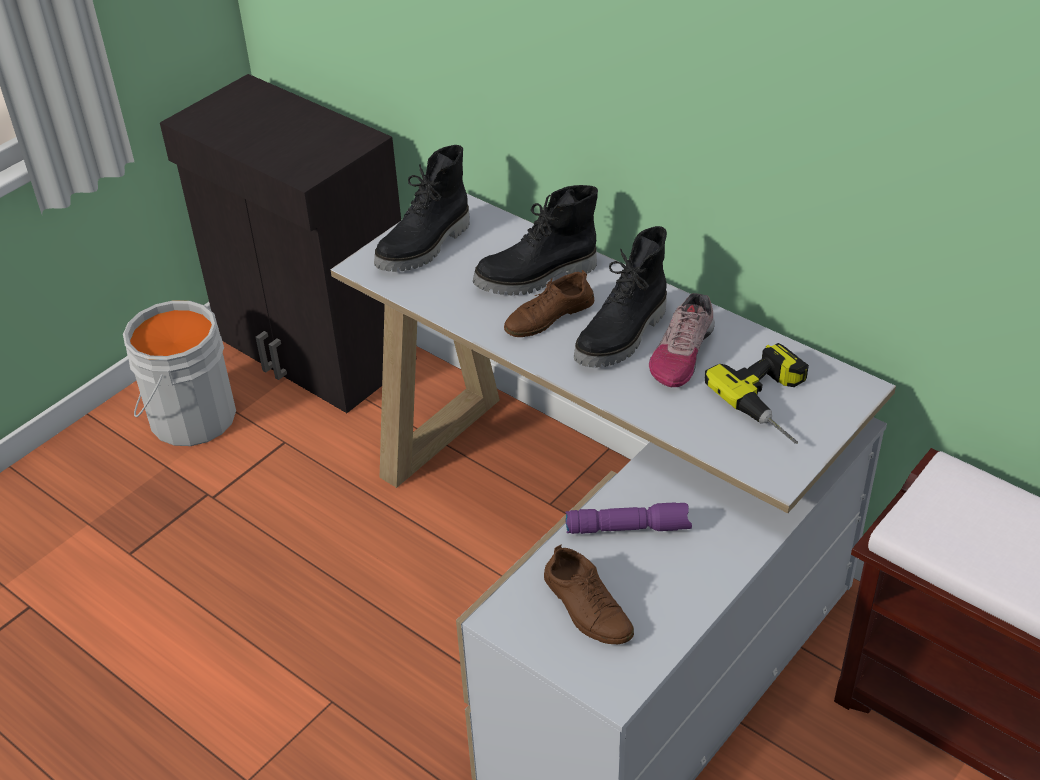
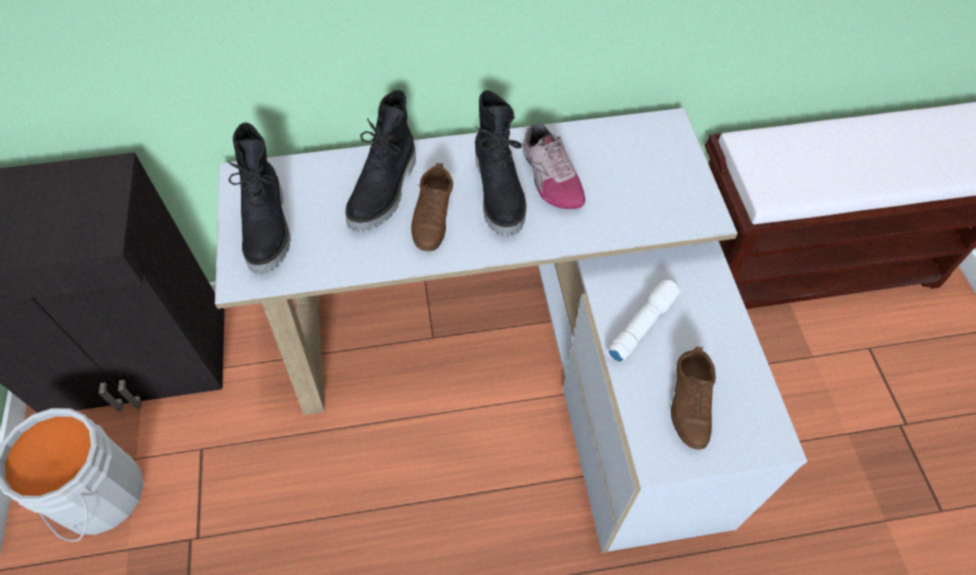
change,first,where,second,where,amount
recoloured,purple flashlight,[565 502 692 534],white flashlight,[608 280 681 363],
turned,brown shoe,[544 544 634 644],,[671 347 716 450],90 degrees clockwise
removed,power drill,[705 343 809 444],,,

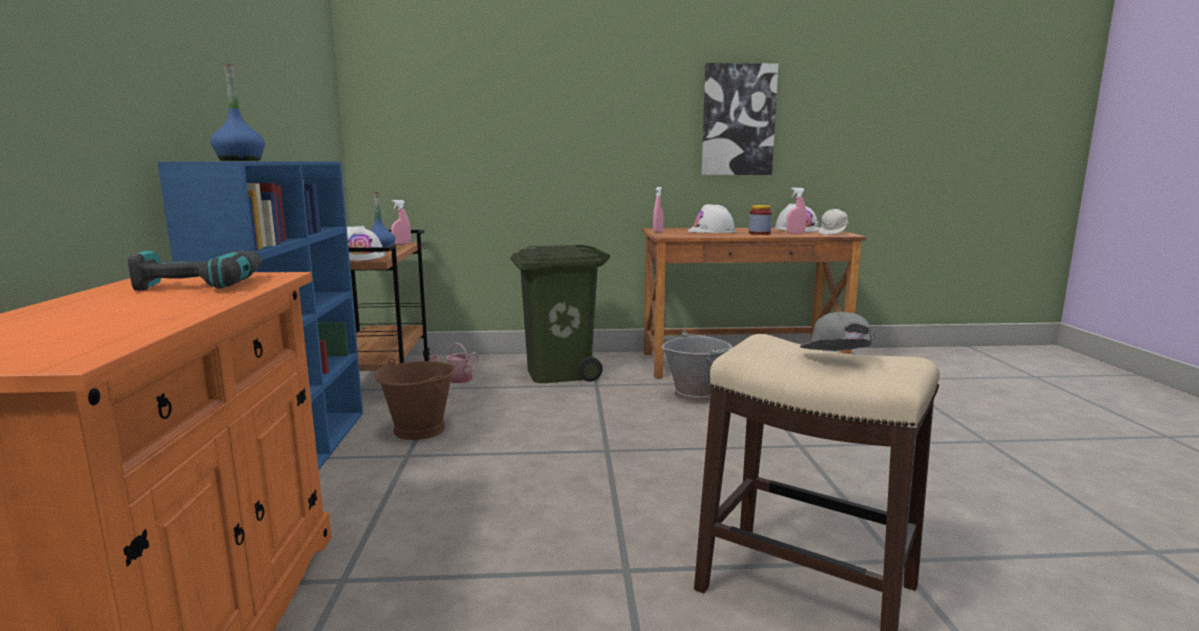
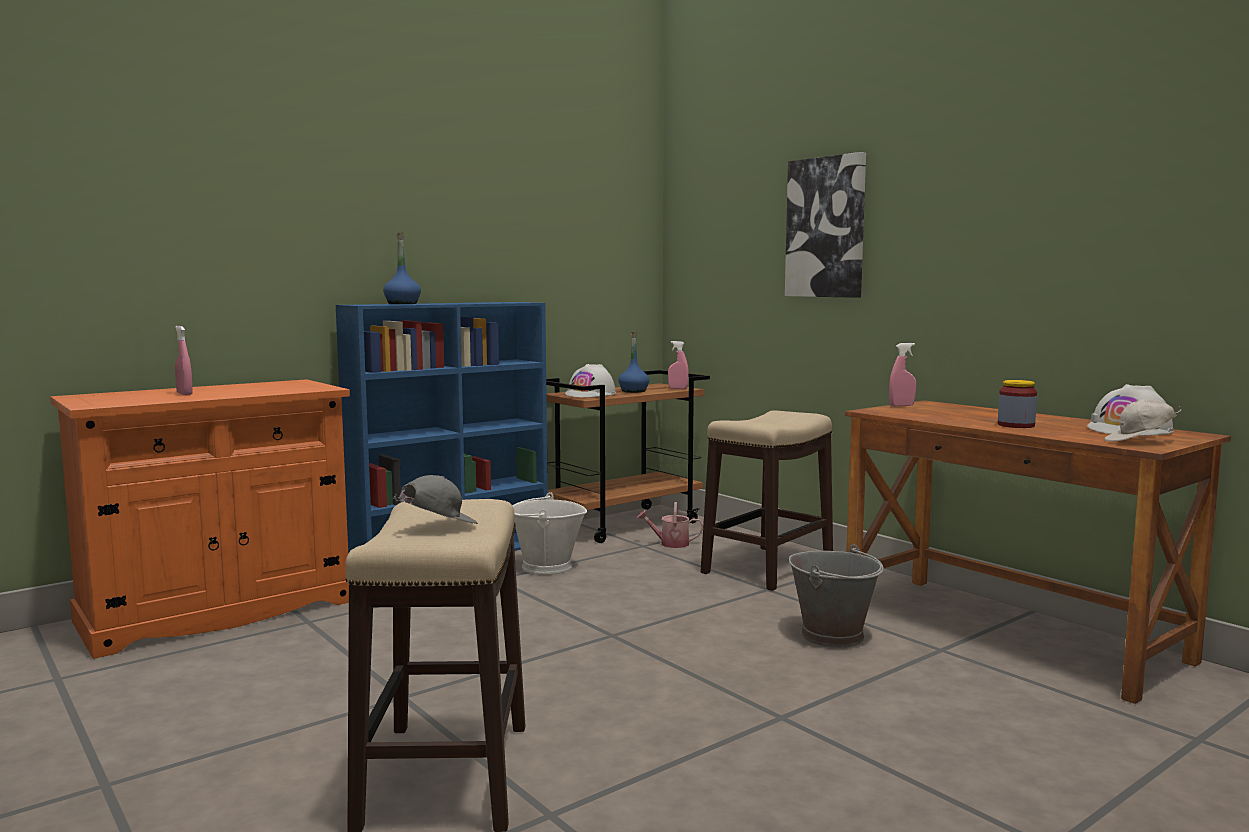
change,first,where,second,where,amount
moved,pink spray bottle,[786 187 806 234],,[175 326 193 395],
recoloured,brown bucket,[375 358 455 440],white bucket,[512 492 587 575],
replaced,green trash can,[511 245 610 383],stool,[700 410 833 591],
moved,picture,[702 63 779 175],,[785 152 866 298],
removed,power drill,[128 250 262 291],,,
removed,white hard hat,[688 204 736 233],,,

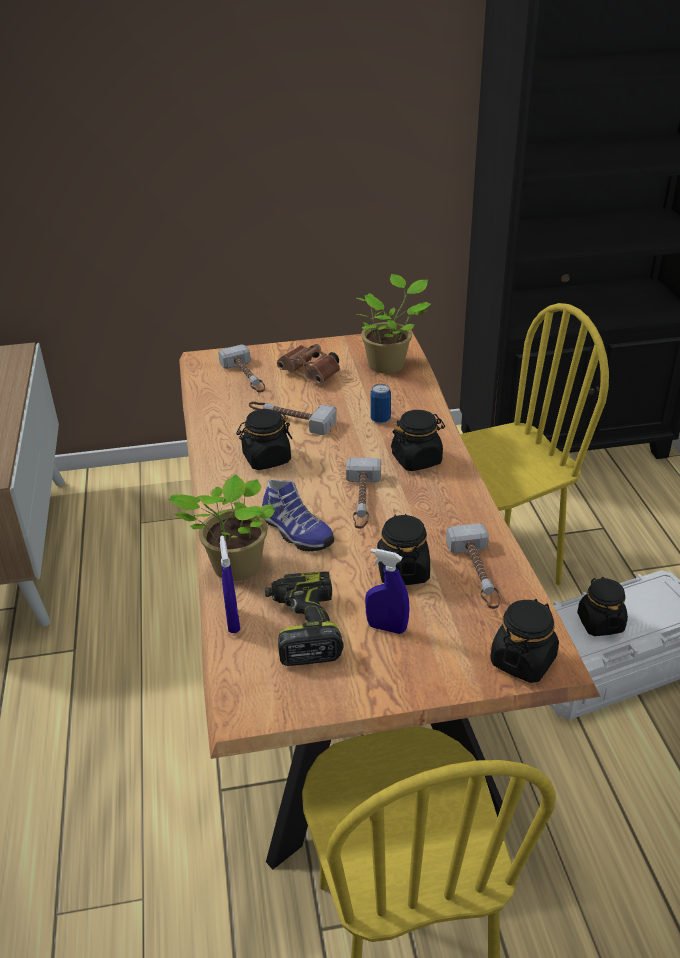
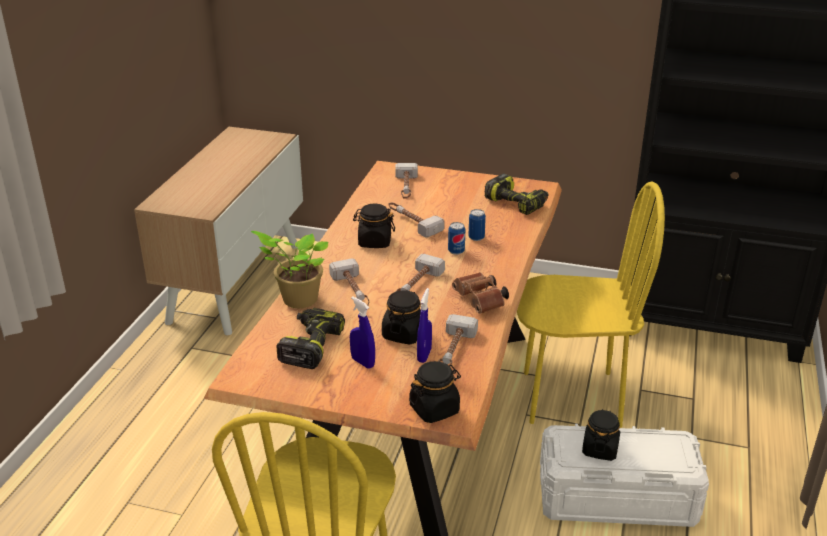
change,first,where,second,where,amount
replaced,shoe,[261 479 334 551],hammer,[329 259 369 306],
moved,blue spray bottle,[220 536 240 633],,[417 288 432 363],
added,,,can,[448 222 465 255],
moved,brown binoculars,[277 344 340 384],,[452 272 509 314],
replaced,potted plant,[356 274 431 374],power drill,[485 174 549 215],
removed,black jar,[391 410 445 471],,,

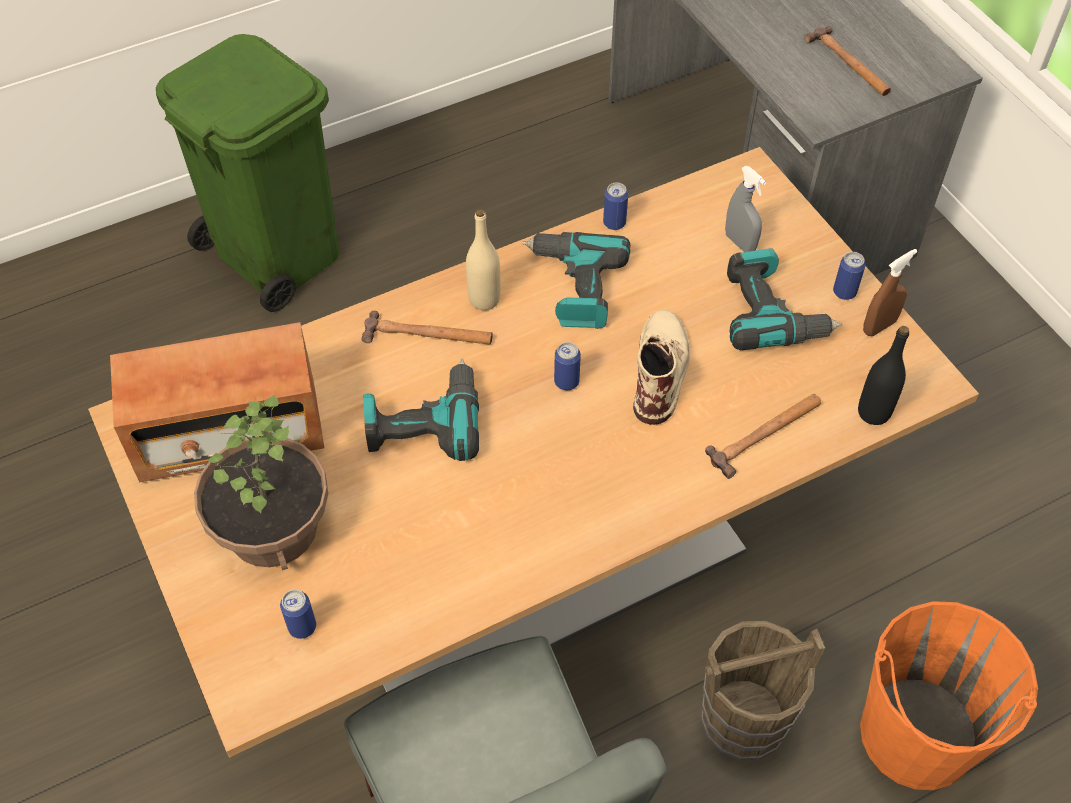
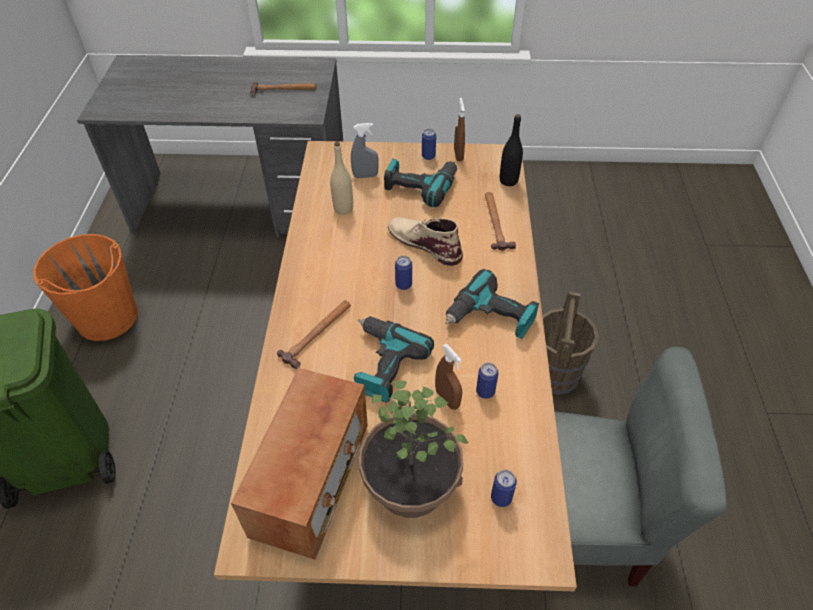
change,first,where,second,where,amount
moved,orange bucket,[860 601 1038 790],,[33 234 138 341],
moved,beige bottle,[466 209 500 310],,[330 142 353 215],
added,,,brown spray bottle,[435 344 462 410],
moved,power drill,[522 232 630 329],,[445 269 539 339],
moved,can,[603 182 628 230],,[476 363 499 399],

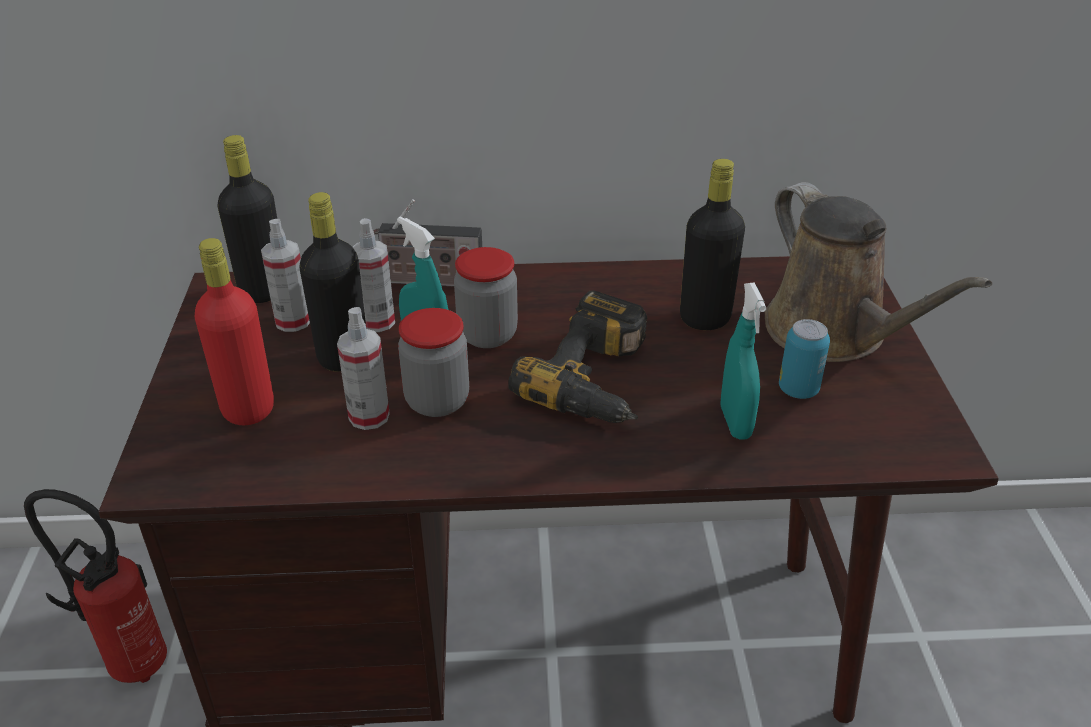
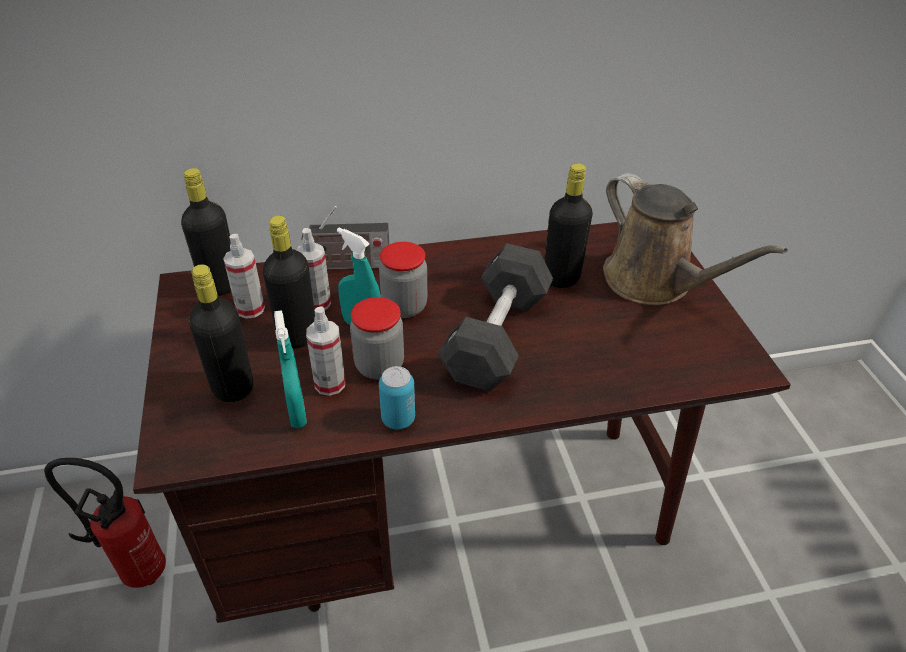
change,first,where,second,where,amount
recoloured,red bottle,[195 238 274 425],black bottle,[189 264 253 402],
moved,turquoise spray bottle,[720 282 766 440],,[274 310 307 428],
moved,can,[779 319 830 399],,[379 366 415 430],
replaced,power drill,[508 290 647 423],black dumbbell,[438 243 553 392],

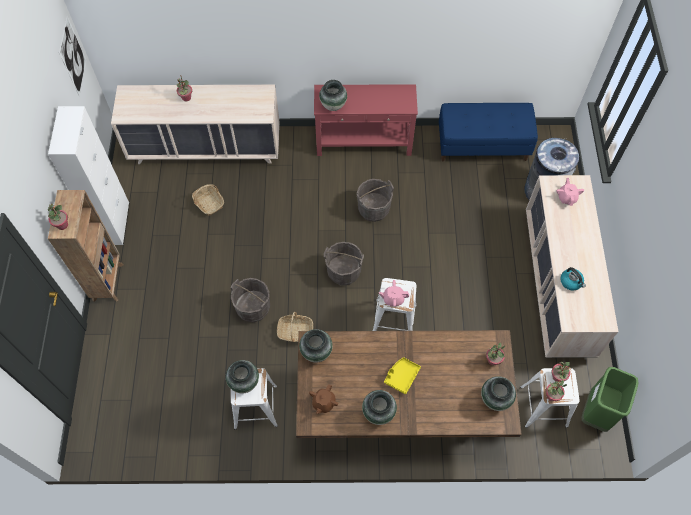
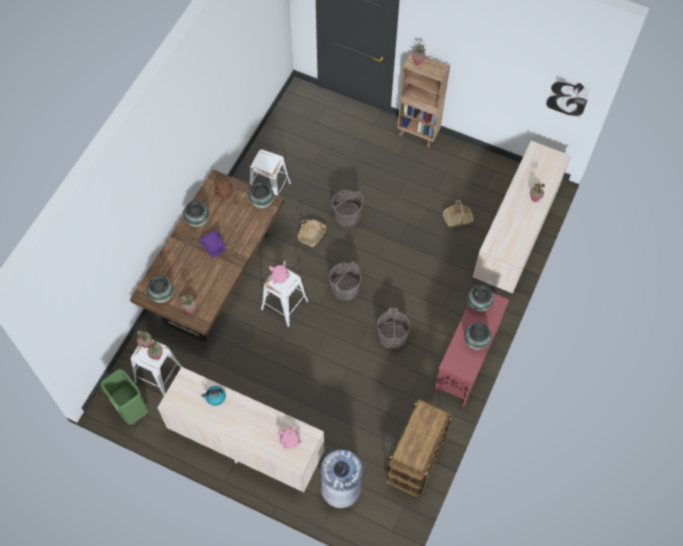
change,first,where,second,where,amount
recoloured,yellow tray,[384 357 421 394],purple tray,[199 230 225 259],
replaced,blue bench,[439 103 538 161],brown cart,[386 399 452 497],
moved,vase,[226 360 259 393],,[464 323 491 350],
removed,white cabinet,[48 106 129 245],,,

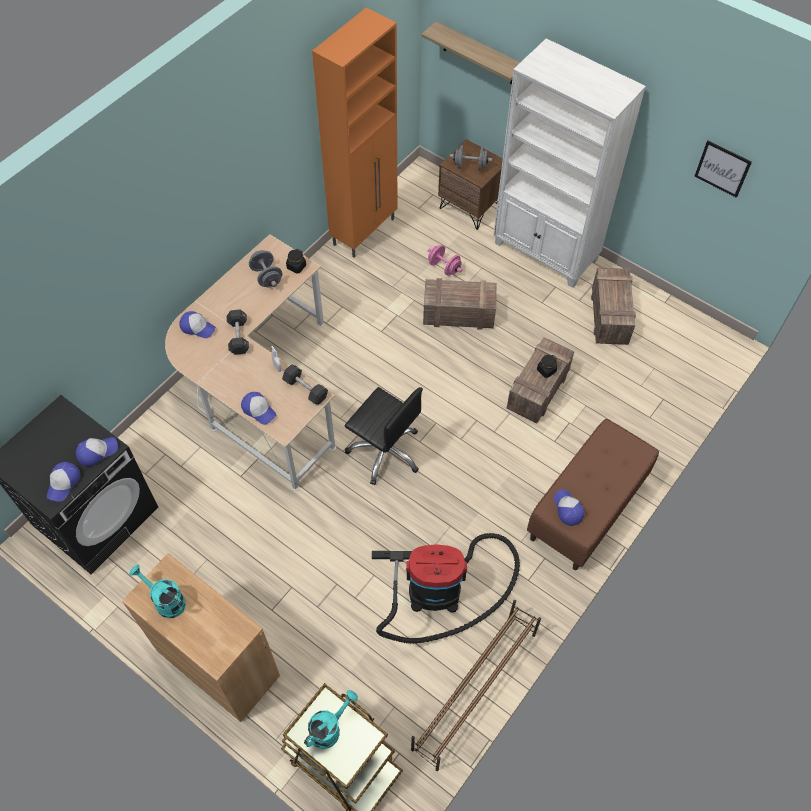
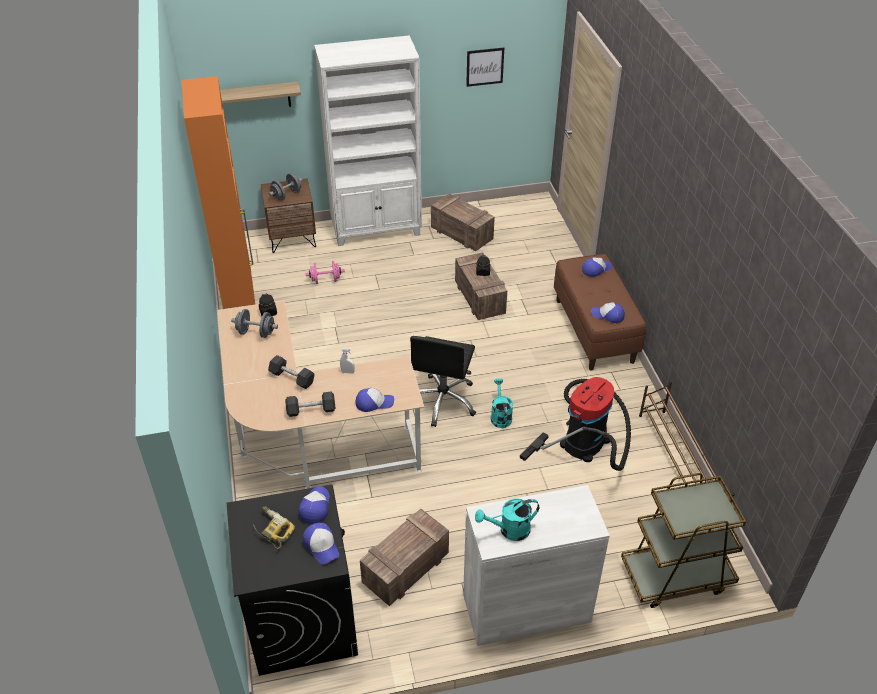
change,first,where,second,where,amount
added,,,power drill,[253 507 295 549],
moved,black dumbbell,[282 365 328 405],,[285 392 335 417],
moved,crate,[423 278 497 330],,[360 509 449 606],
turned,black office chair,[345 387 423 485],,[410 336 476 427],120 degrees clockwise
recoloured,brown cabinet,[122 553 280 722],white cabinet,[463 485 610 646],
moved,turquoise watering can,[304 690 358 749],,[491 378 513 428],
moved,cap,[179 311 216 338],,[582 257 612 277],

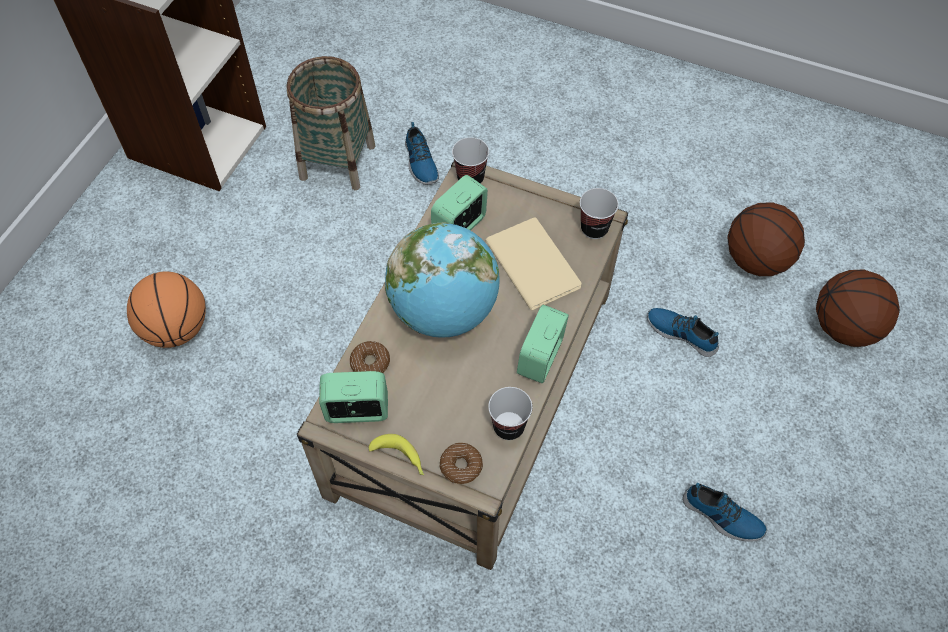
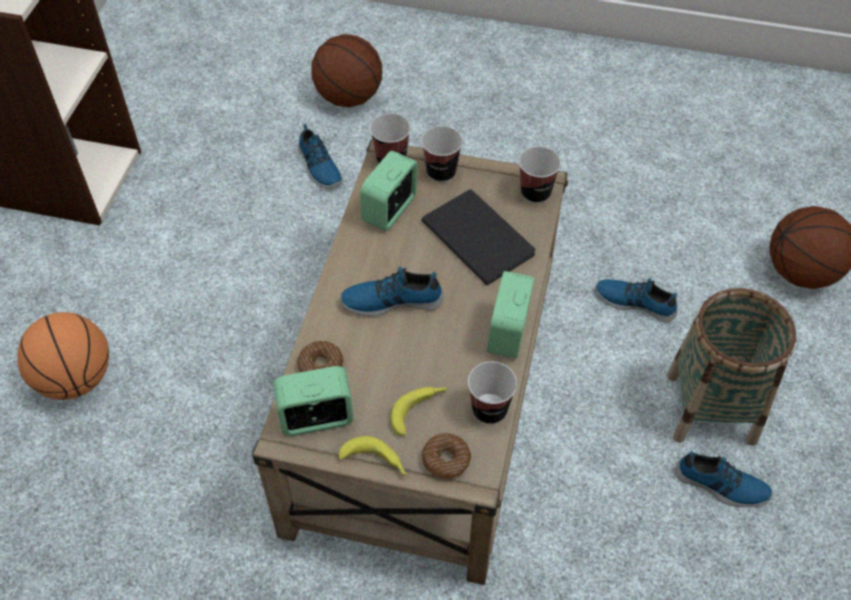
change,first,where,second,where,amount
moved,basketball,[727 202 805 276],,[311 34 382 107],
replaced,globe,[385 222 500 337],shoe,[340 267 444 317],
added,,,banana,[390 387 448 436],
added,,,cup,[421 126 463 183],
recoloured,beige book,[485 217 582 311],black book,[421 189 535 285],
moved,basket,[286 56 376 190],,[667 288 796 446],

